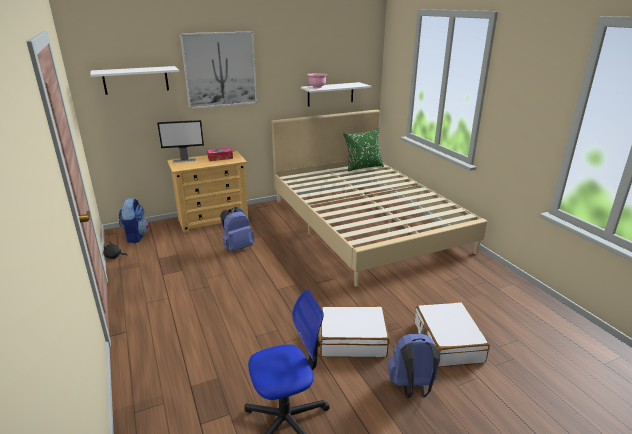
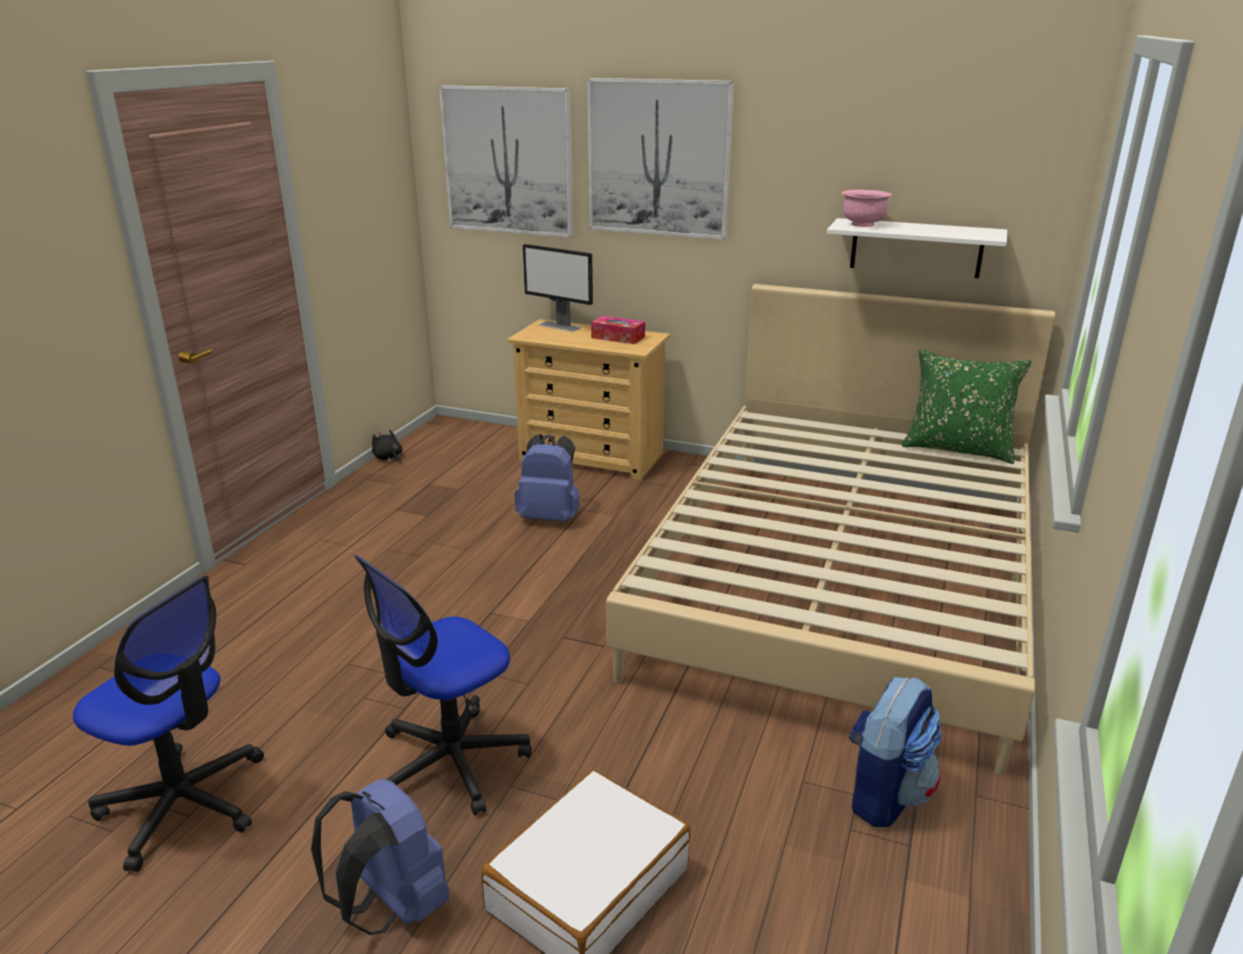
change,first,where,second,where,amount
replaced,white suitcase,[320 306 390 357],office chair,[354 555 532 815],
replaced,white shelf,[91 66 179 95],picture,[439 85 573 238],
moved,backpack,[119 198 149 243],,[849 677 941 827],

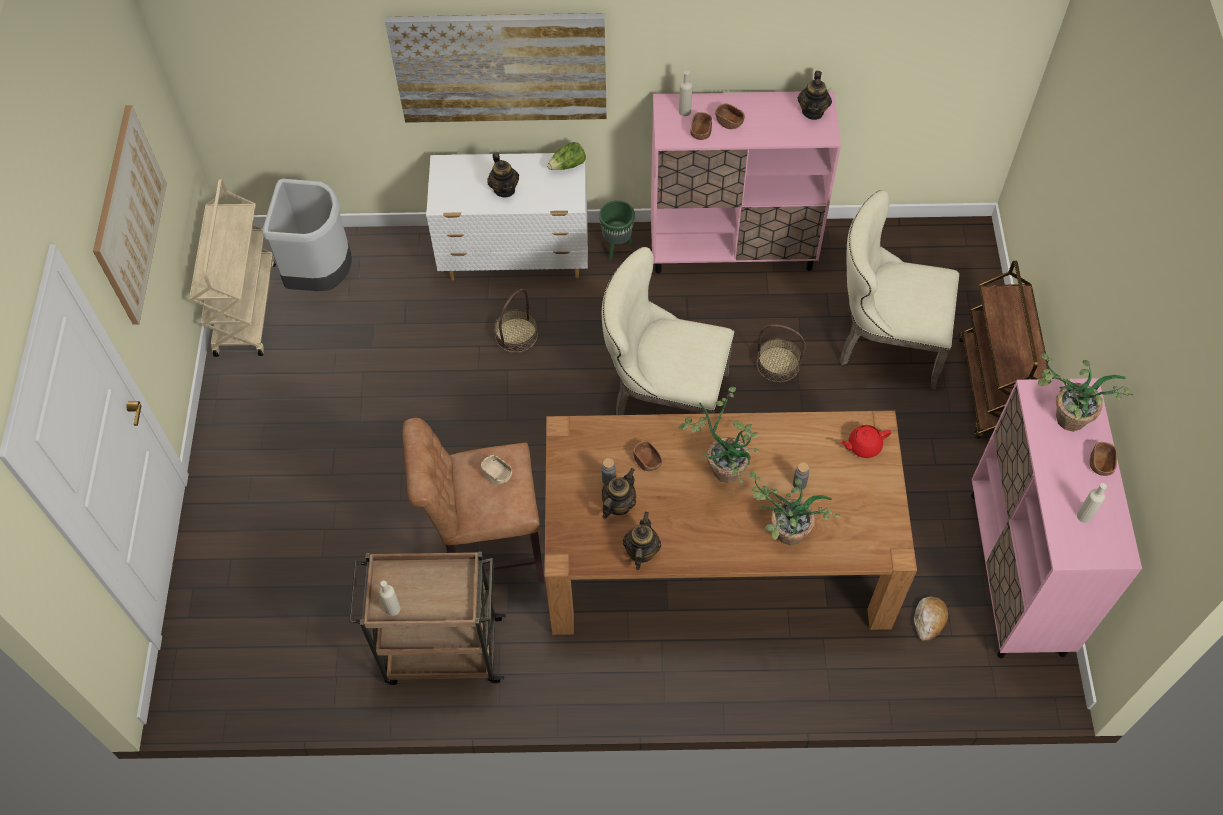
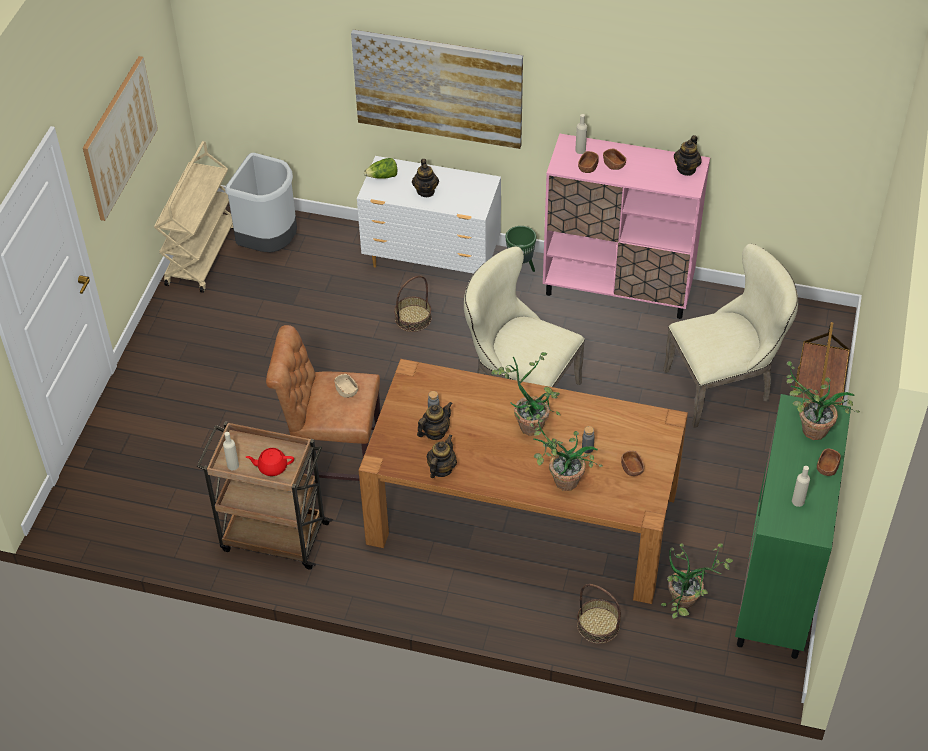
change,first,where,second,where,amount
moved,red teapot,[840 425 891 458],,[246 448 294 476],
moved,lettuce,[547 142 586 170],,[364 158 398 179],
moved,basket,[757 325 805 383],,[577 584 621 644],
moved,brown bowl,[633 441 662 471],,[621 451 644 476],
replaced,bread,[914 596 948 641],potted plant,[661 543 733 619],
turned,beige chair,[840 190 959 389],,[663 244 798 428],135 degrees clockwise
recoloured,pink cabinet,[971 378 1142 658],green cabinet,[735 394 851 659],

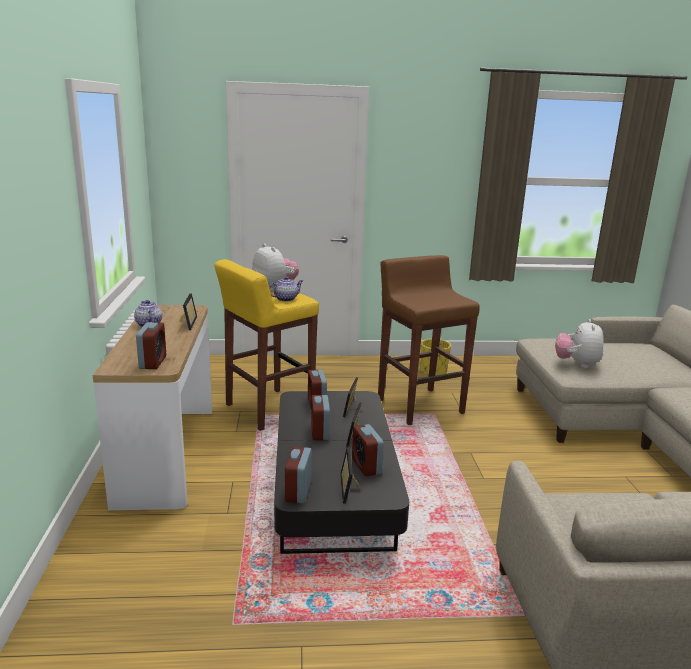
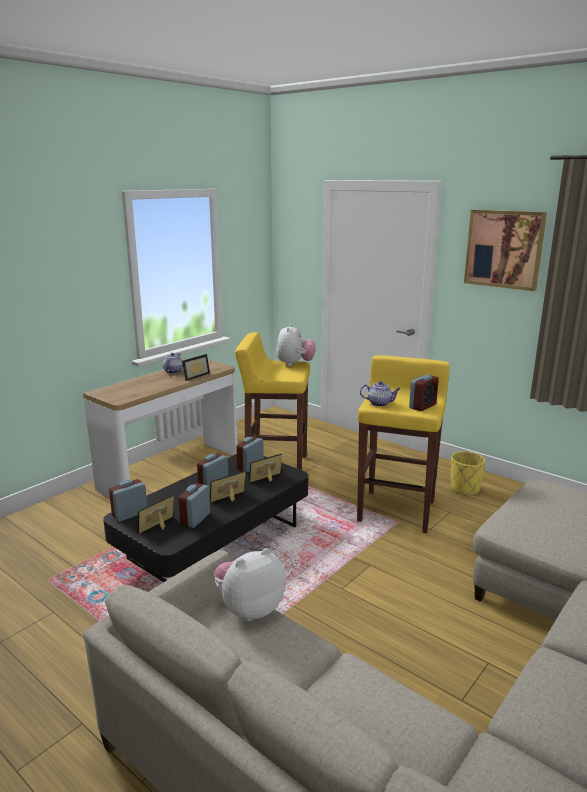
change,first,where,second,where,amount
moved,plush toy,[555 319 604 368],,[213 548 286 621],
recoloured,brown stool,[378 255 480 425],yellow stool,[357 355 450 533],
moved,teapot,[269 276 303 302],,[360 381 401 407],
moved,alarm clock,[136 322 166 369],,[409 374 439 411],
added,,,picture,[464 210 547 291],

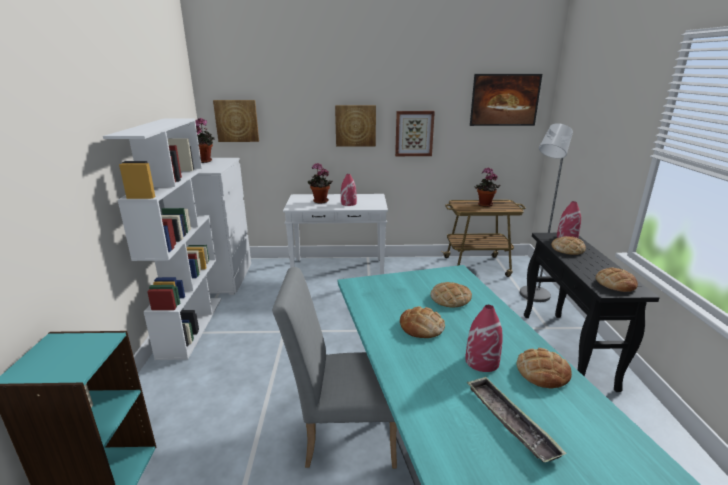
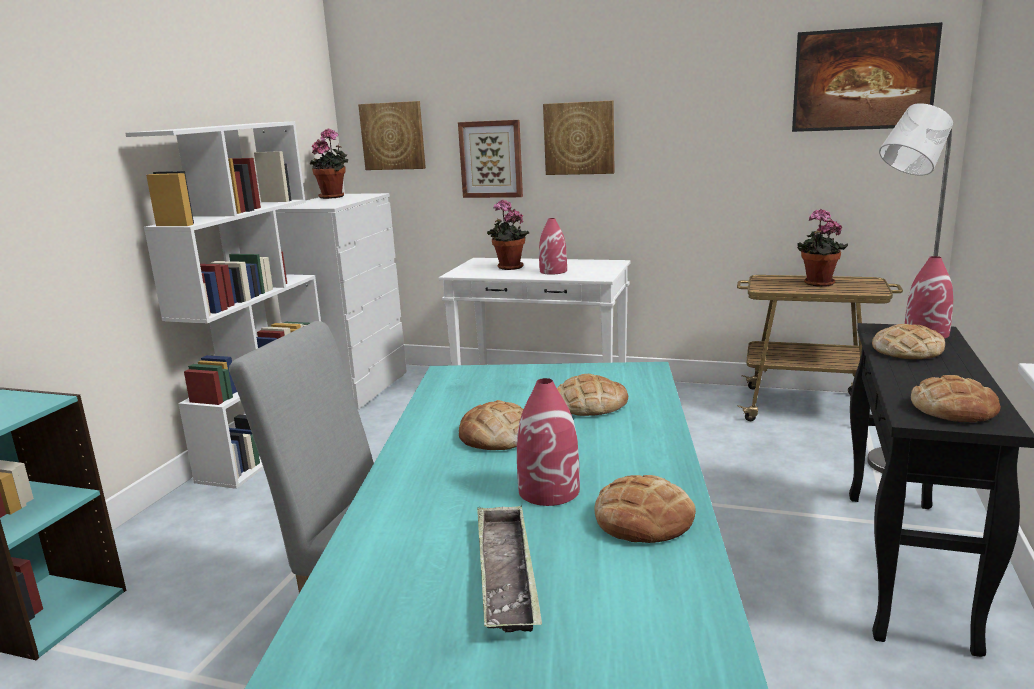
change,first,where,second,where,amount
moved,picture,[395 111 435 156],,[458 120 523 198],

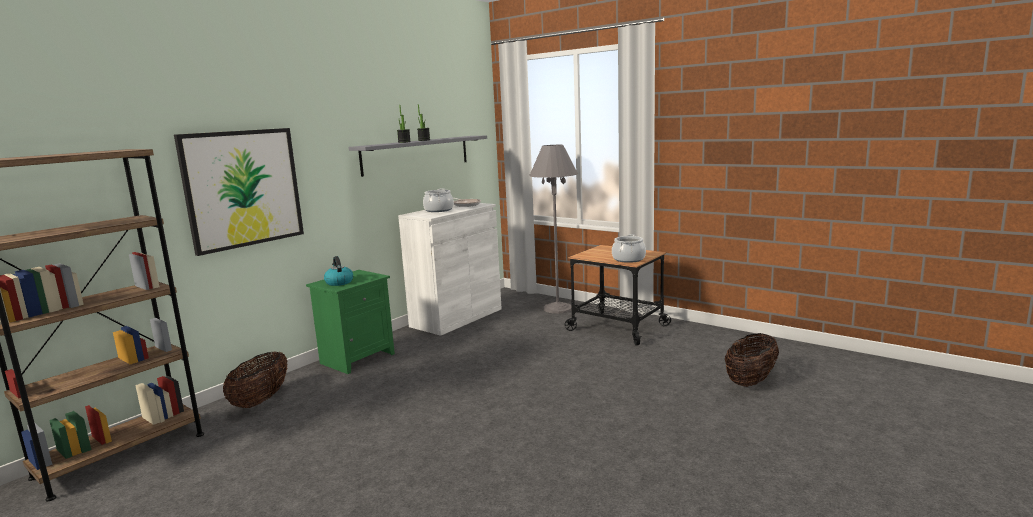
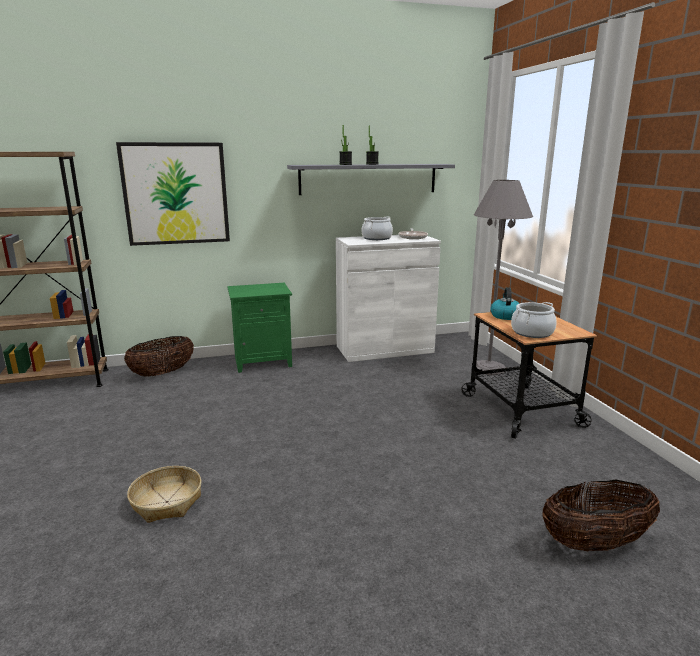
change,first,where,second,where,amount
added,,,basket,[127 466 202 523],
moved,kettle,[324 256 353 286],,[490 287 520 320],

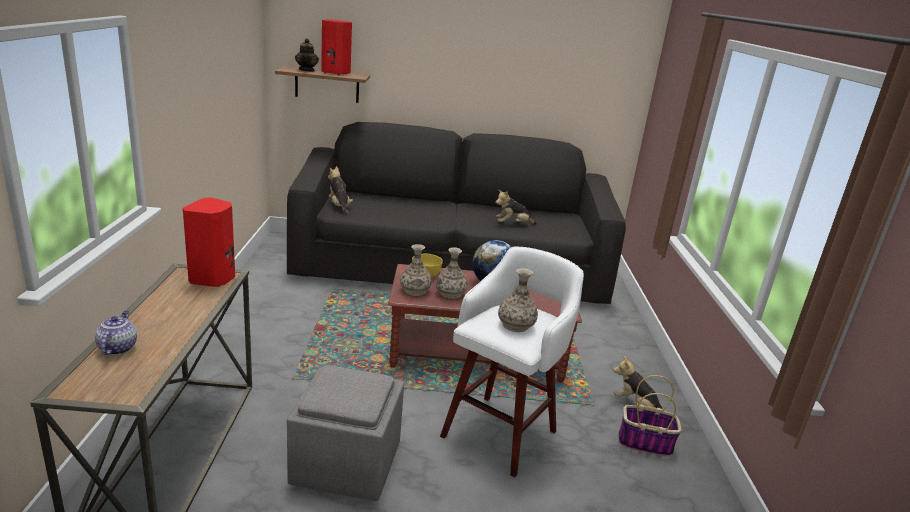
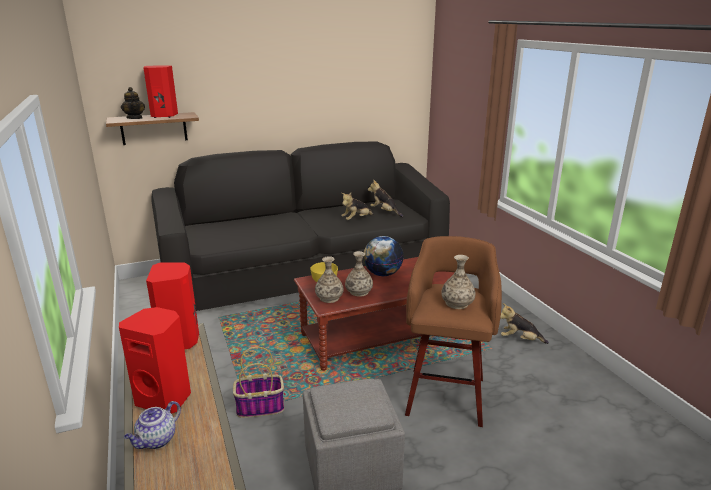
change,first,where,second,where,amount
added,,,red speaker,[119 307 191 414],
turned,teapot,[95 311 137 355],,[124 401 181 449],120 degrees counterclockwise
moved,basket,[619 375 682 457],,[233 347 284 418],
moved,plush toy,[328 166 353 216],,[368 180 403 217],
recoloured,white stool,[440 247 584 478],brown stool,[405 236 502 427],

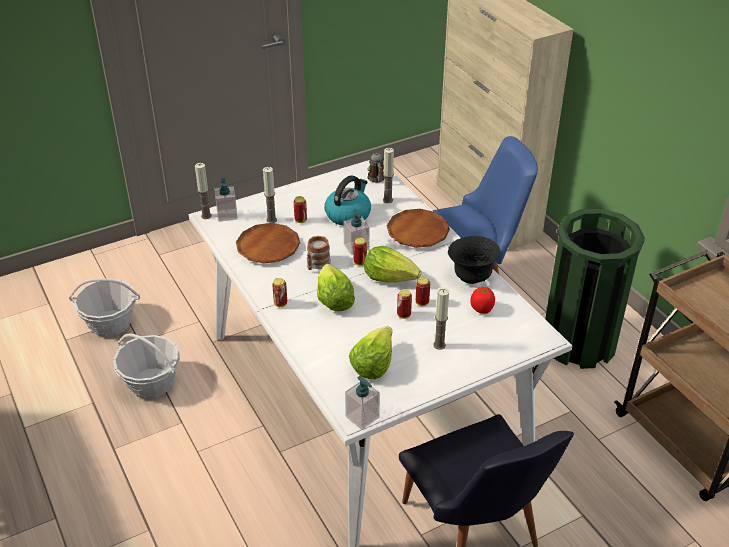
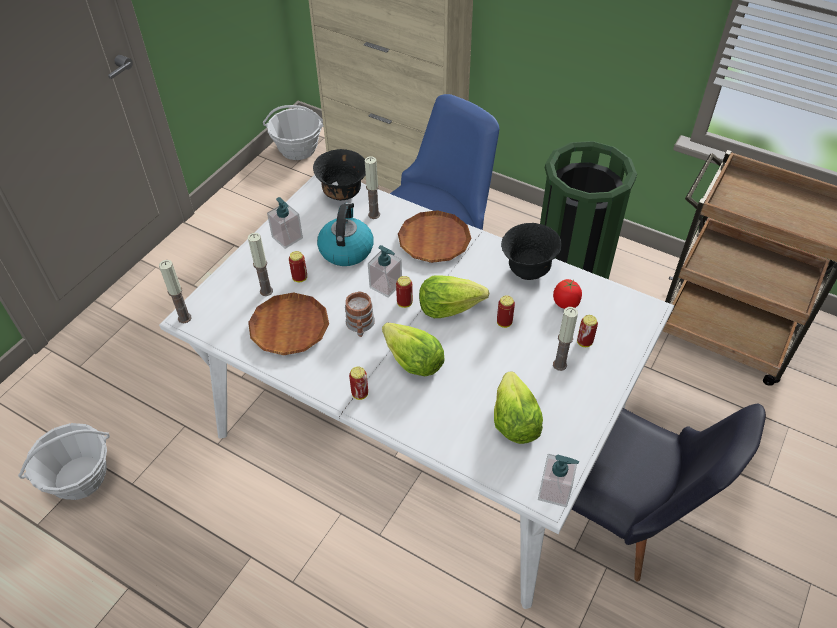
change,first,where,second,where,amount
moved,basket,[113 333 180 399],,[263 105 323 160],
moved,soap dispenser,[214 178 238 222],,[267 197 303 249],
replaced,mug,[367 153 385 183],black bowl,[313 149 366 201],
moved,can,[397 289 412 319],,[577 315 598 347],

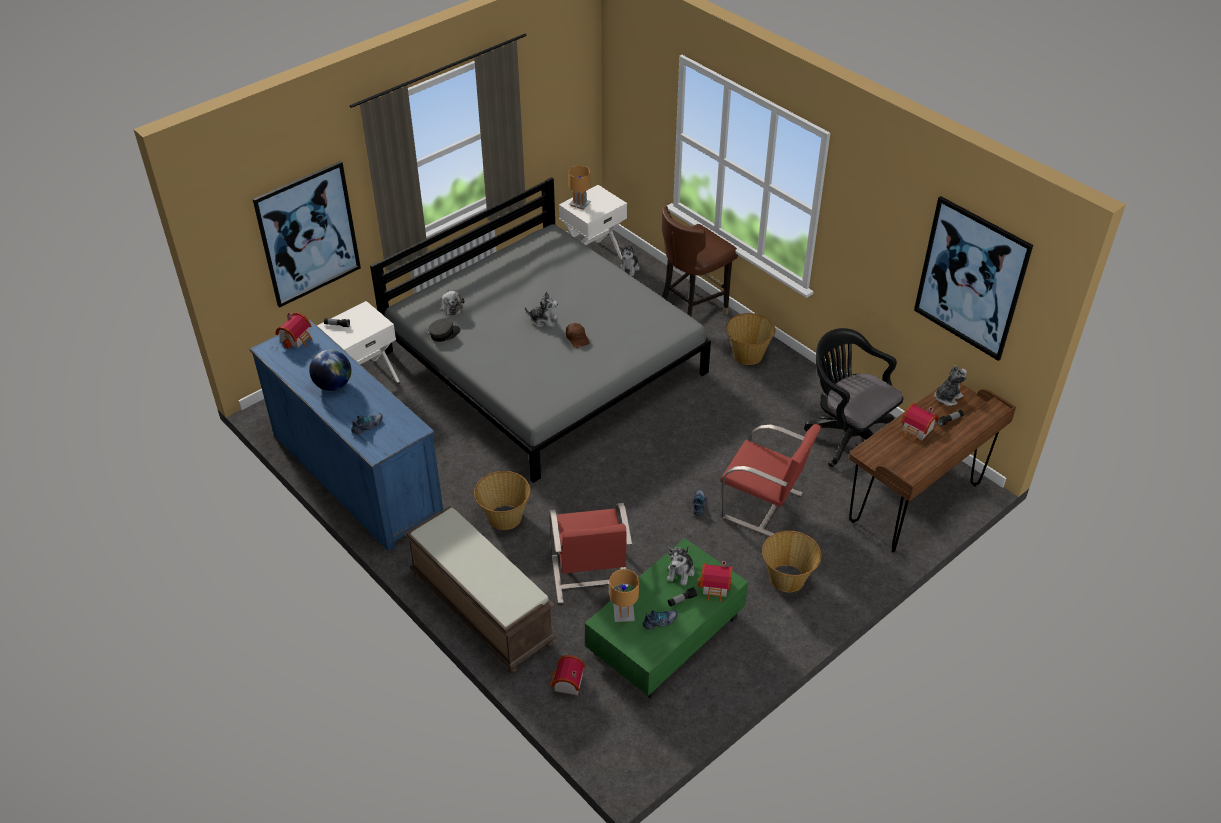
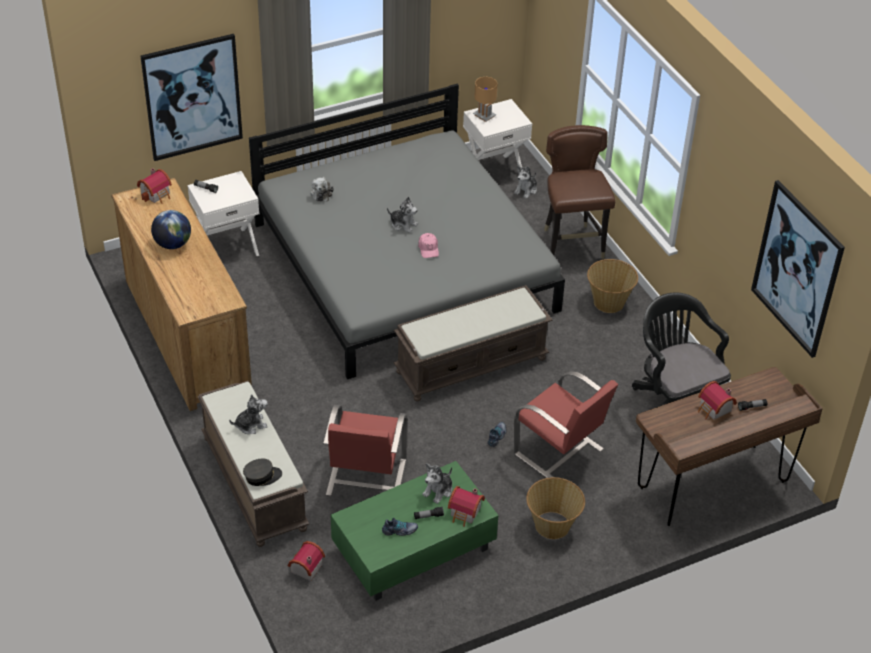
change,first,where,second,where,amount
recoloured,blue dresser,[250 319 443 551],brown dresser,[111 178 252 411],
moved,plush toy,[934 365 967 406],,[229 394 268 434],
moved,grey cap,[428 318 460 342],,[243 458 282 486],
added,,,brown bench,[394 285 552 402],
recoloured,brown cap,[566 323 589 348],pink cap,[418 233 439 258],
turned,brown chair,[662 206 738 316],,[544 125 615 259],105 degrees clockwise
removed,shoe,[351 413 383 435],,,
removed,basket,[474 471 530 530],,,
removed,brown table lamp,[609 569 639 622],,,

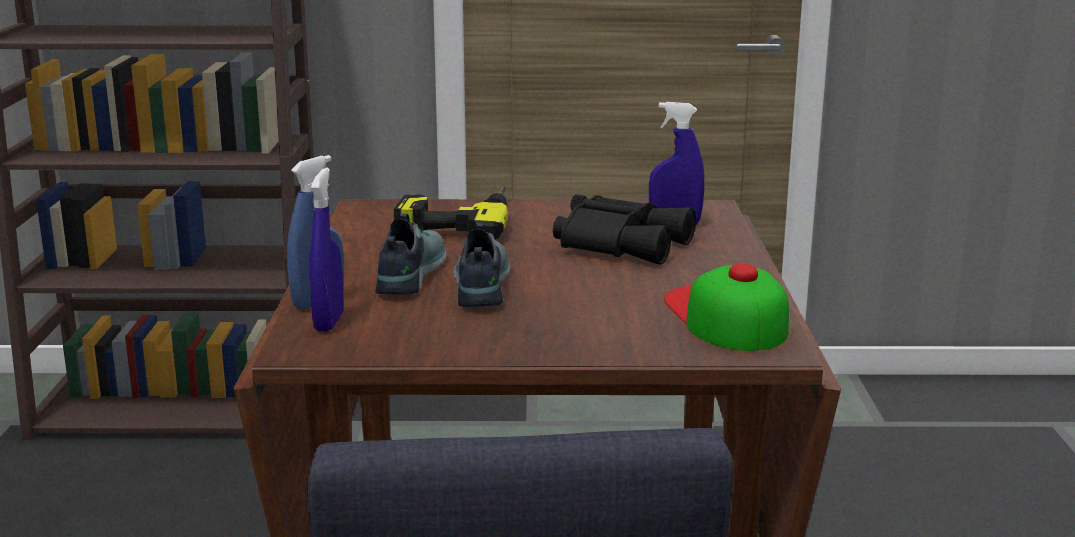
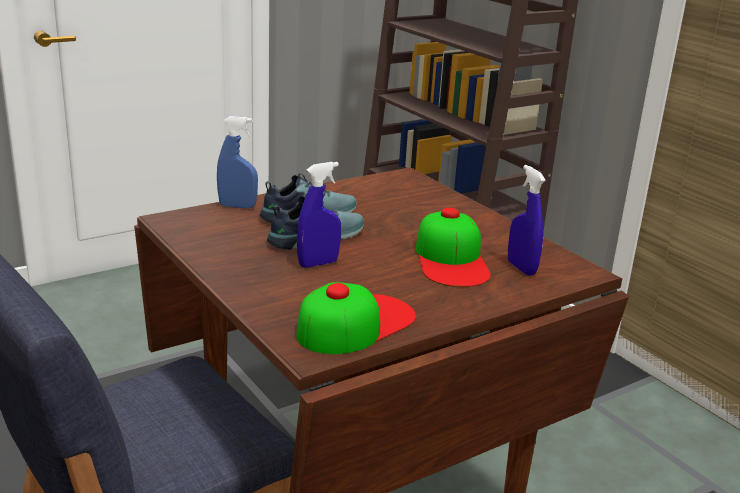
change,first,where,second,where,amount
moved,blue spray bottle,[310 168 344 332],,[297 162 341 268],
replaced,black binoculars,[553 194 696 265],cap,[416 208 491 287],
removed,power drill,[394 186 508 240],,,

